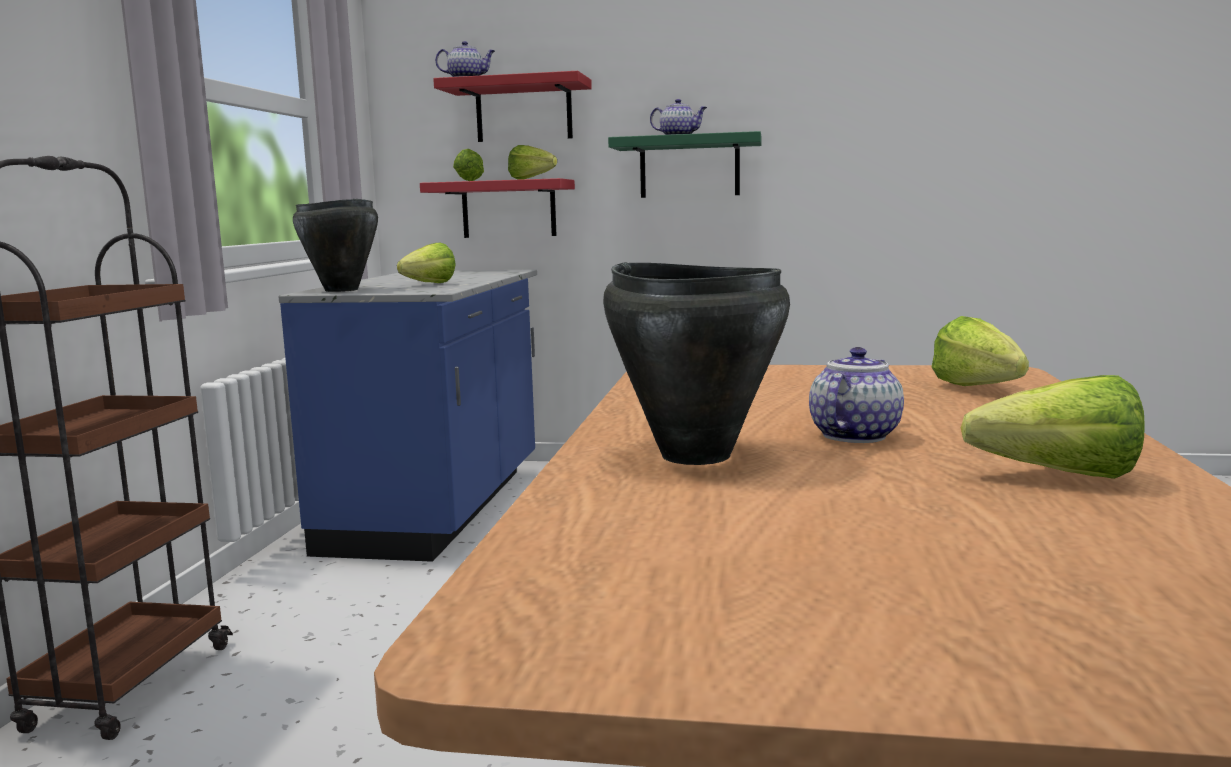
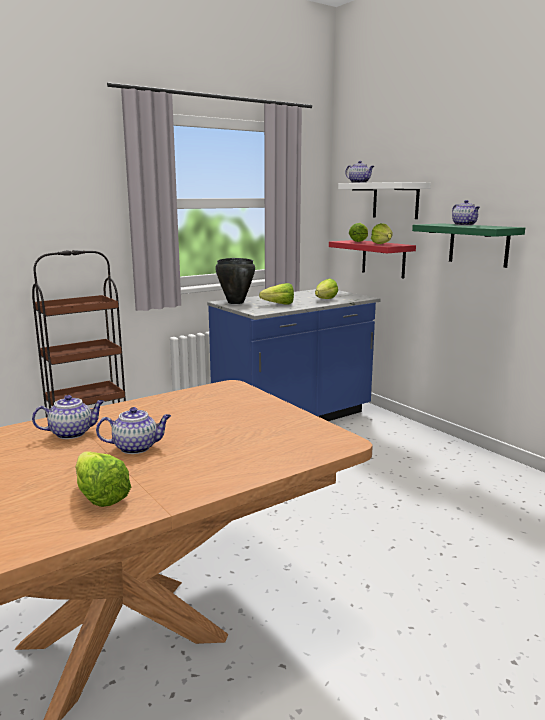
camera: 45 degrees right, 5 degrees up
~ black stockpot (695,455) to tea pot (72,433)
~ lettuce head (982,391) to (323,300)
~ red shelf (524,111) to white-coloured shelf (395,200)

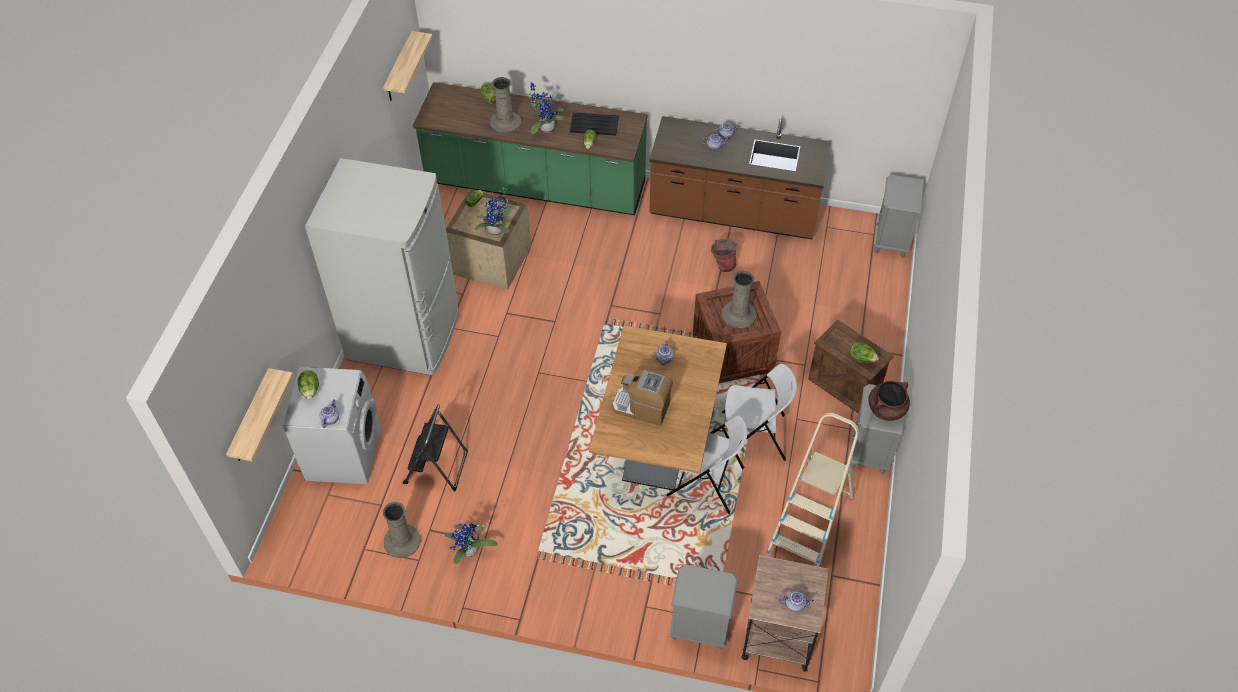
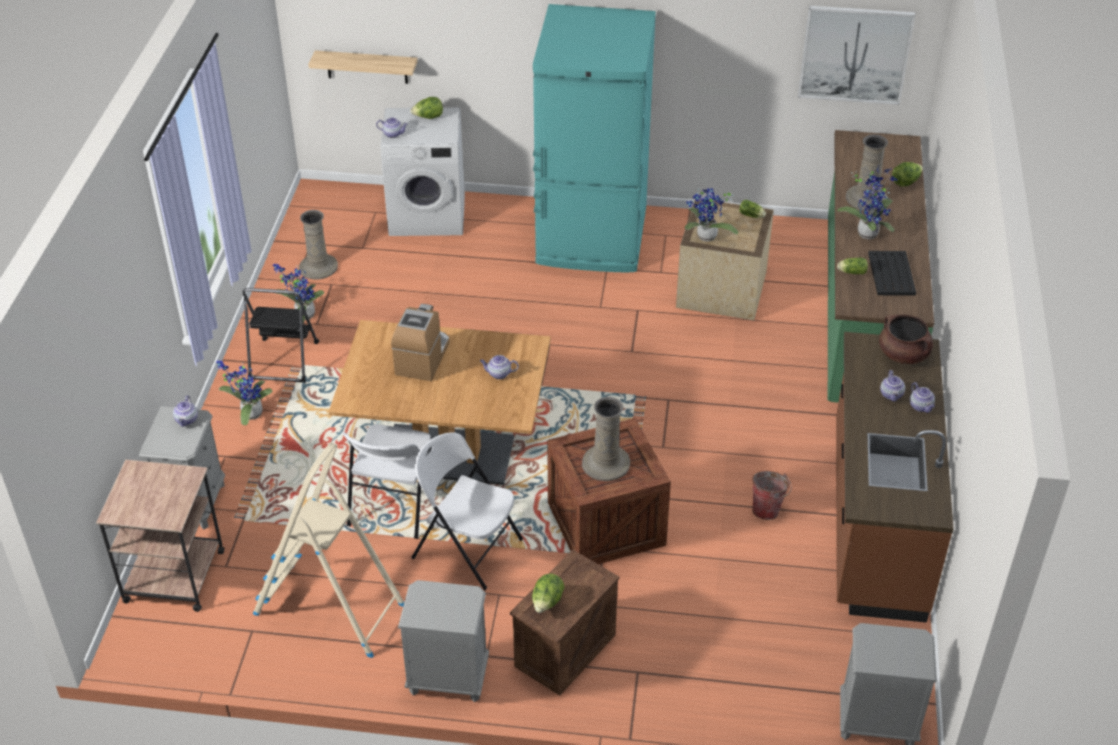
camera: 85 degrees right, 10 degrees down
~ tea pot (795,604) to (187,420)
+ potted plant (249,413)
~ black step ladder (438,467) to (282,362)
~ white-coloured chair (753,436) = (467,548) 120 degrees clockwise
~ white-coloured refrigerator (405,334) to turquoise refrigerator (591,236)
~ shelf (399,68) to wall picture (855,54)
~ brown stockpot (886,409) to (903,355)

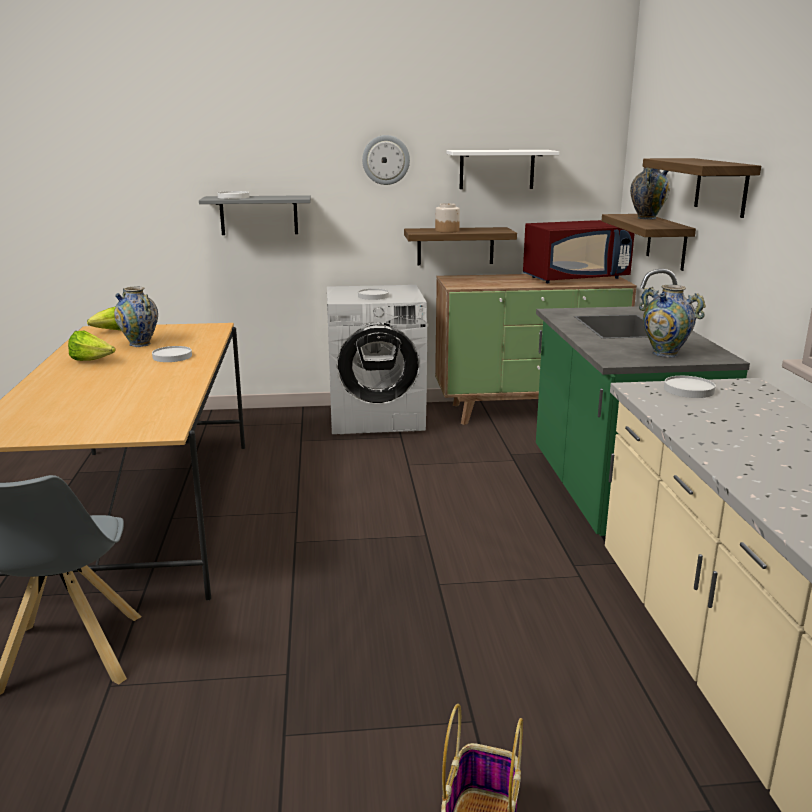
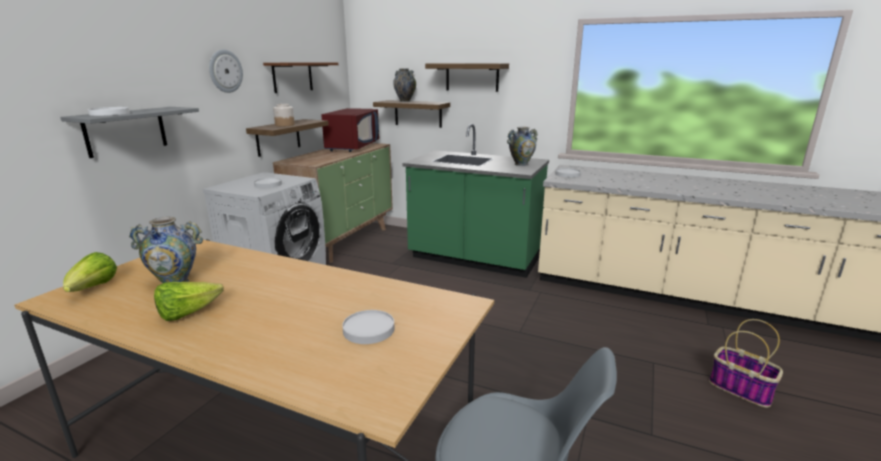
camera: 60 degrees left, 0 degrees up
~ white-coloured shelf (497,169) to brown shelf (292,77)
~ white-coloured plate (172,356) to (368,329)

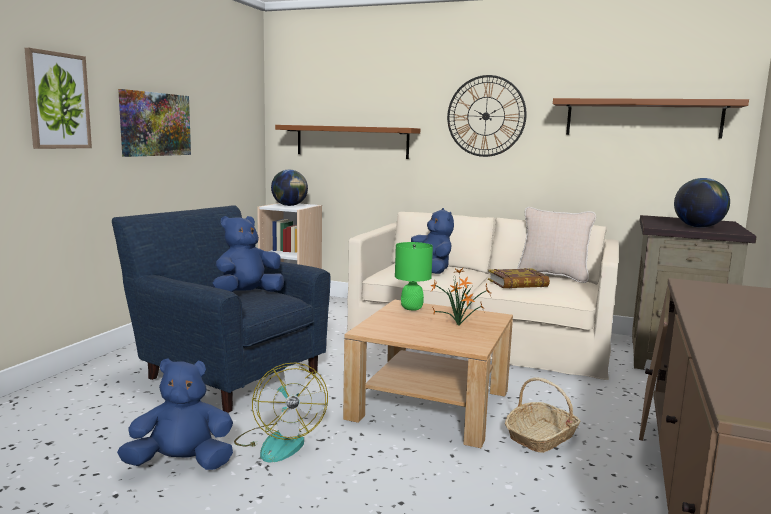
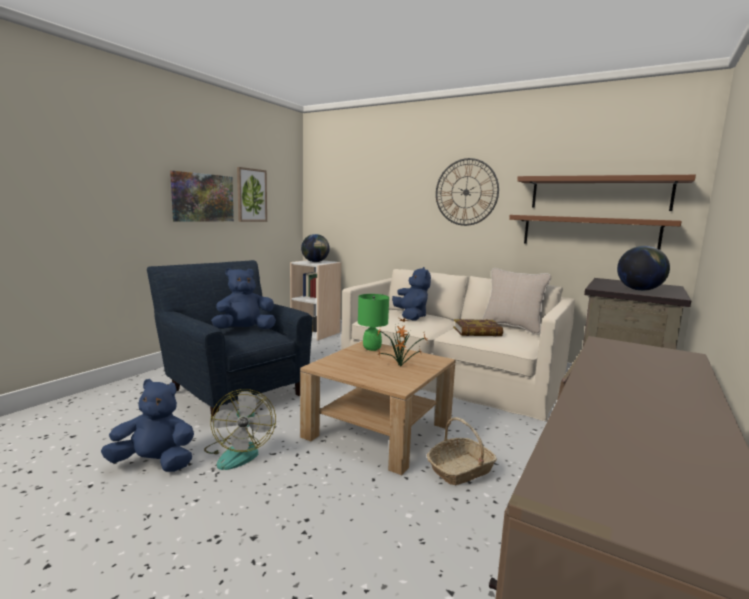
camera: 10 degrees right, 0 degrees up
~ wall picture (58,101) to (251,195)
~ brown shelf (351,141) to (589,232)

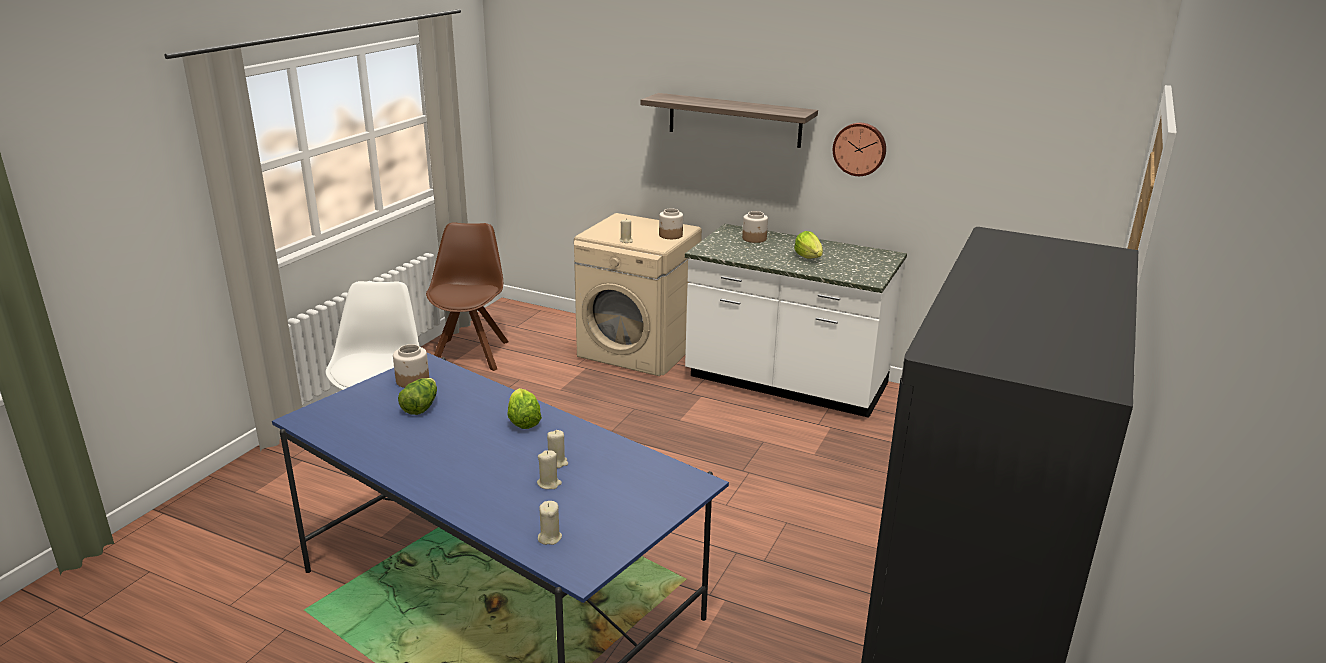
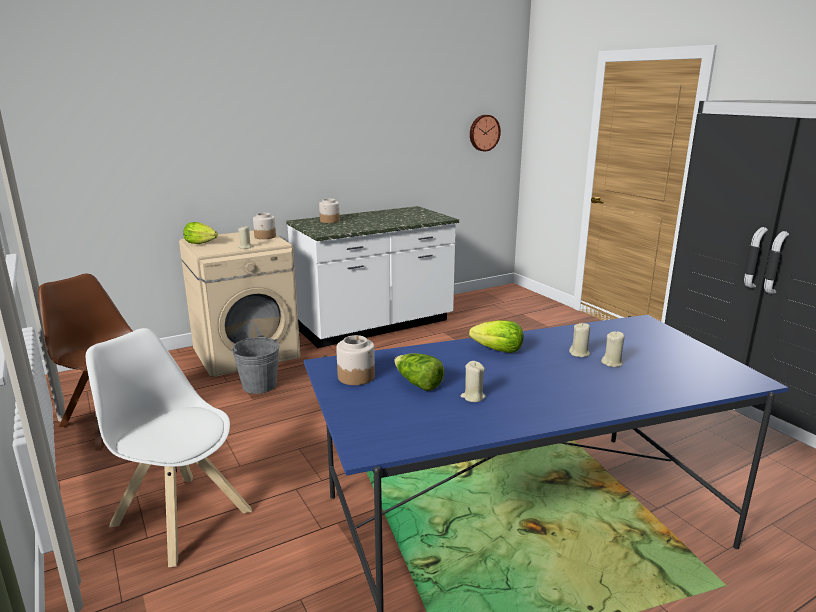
camera: 55 degrees left, 5 degrees down
~ lettuce head (808,257) to (200,243)
+ grey bucket (259,385)
~ sand-coloured wax candle (549,537) to (473,397)
~ hanging clock (860,148) to (483,133)
- shelf (734,120)

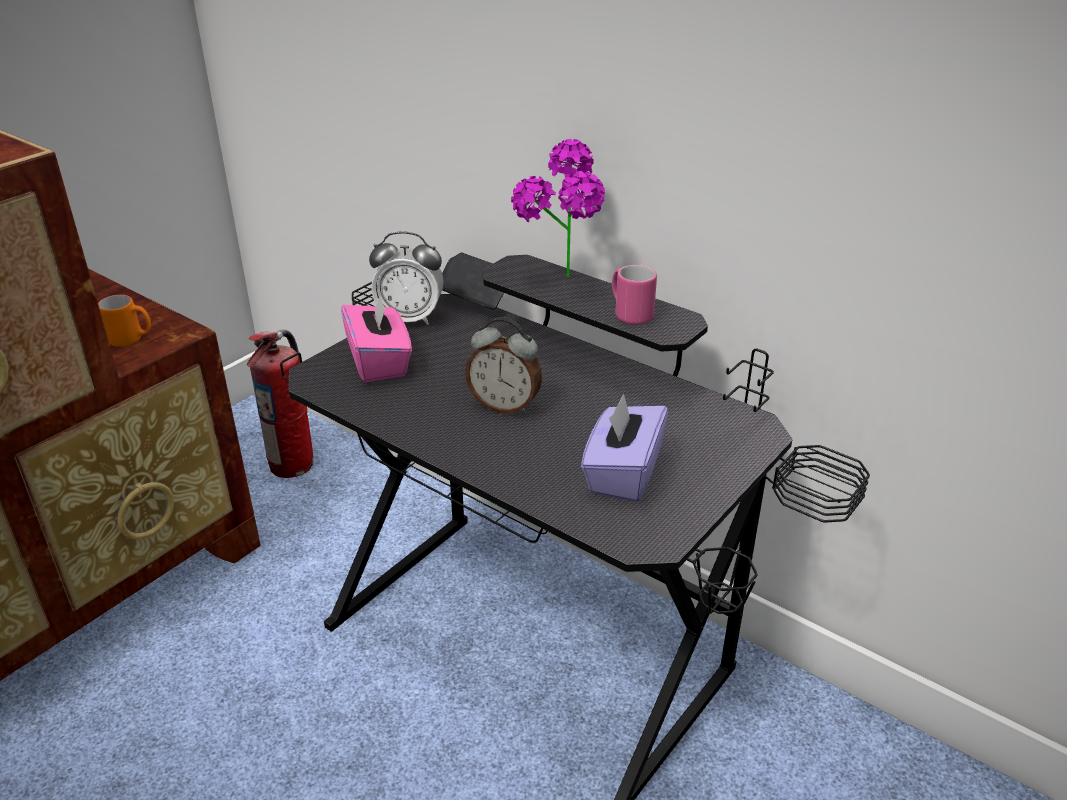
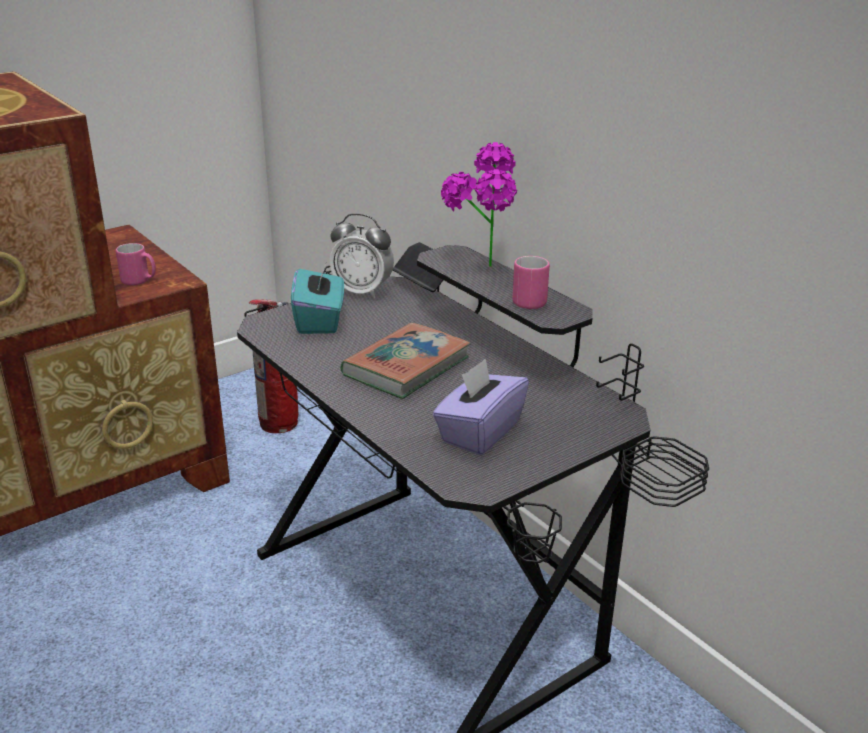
camera: 15 degrees right, 5 degrees down
~ orange coffee mug (131,339) to pink coffee mug (140,281)
~ pink tissue holder (379,362) to turquoise tissue holder (320,320)
~ bedside clock (505,405) to bound book (406,367)

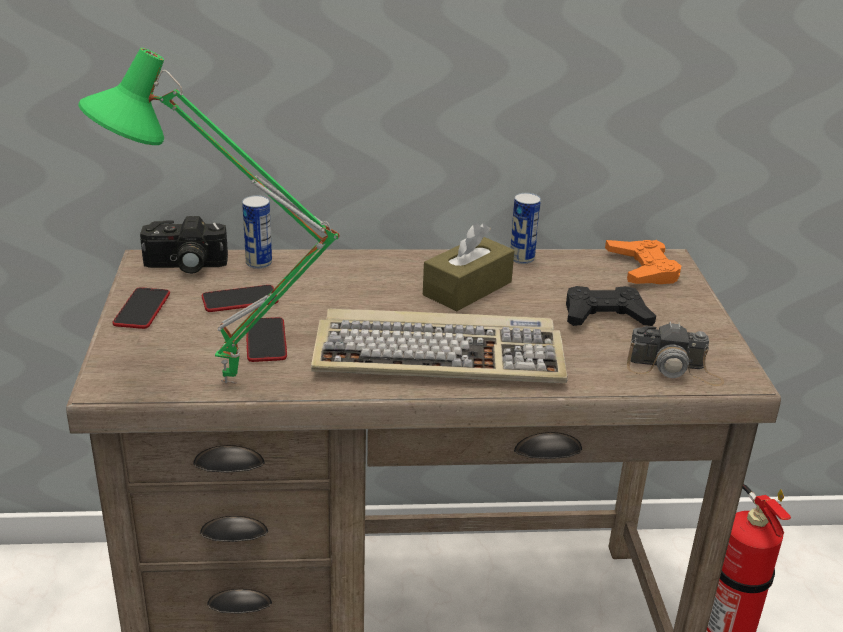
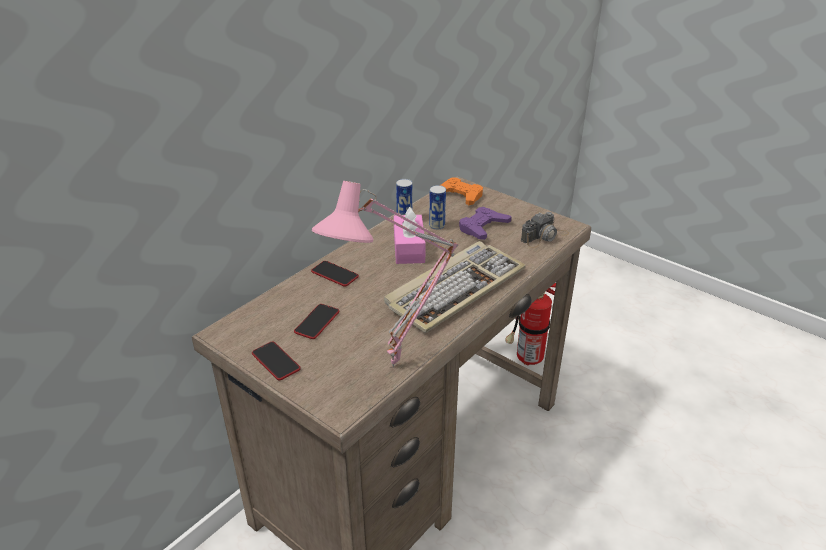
camera: 45 degrees left, 5 degrees up
~ handset (266,341) to (335,274)
~ greenish lamp for a table (226,386) to pink lamp for a table (397,368)
~ brown tissue holder (467,288) to pink tissue holder (409,248)
~ metal can (259,263) to (437,226)
~ black gamepad (605,316) to purple gamepad (483,227)
- still camera (184,266)

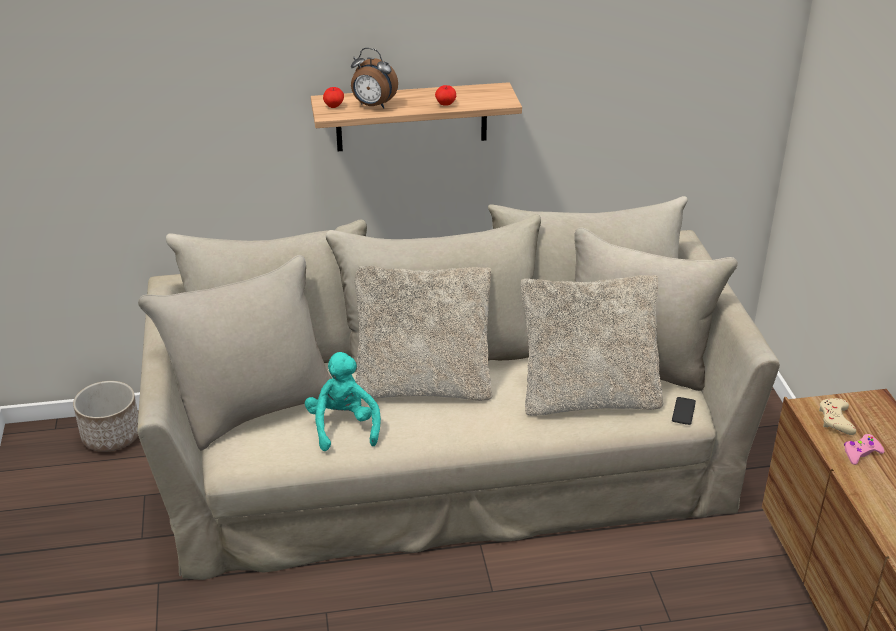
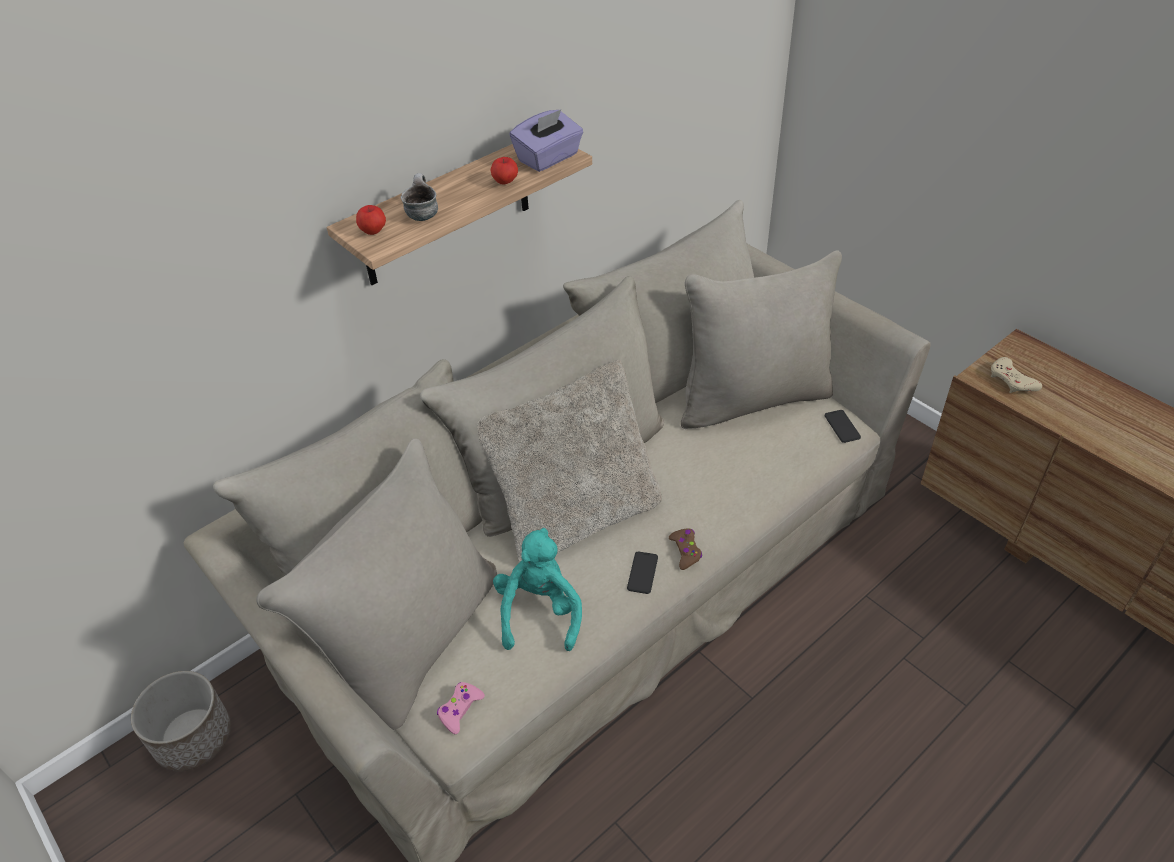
camera: 30 degrees left, 10 degrees up
~ bedside clock (373,106) to coffee mug (421,214)
~ pink gamepad (861,453) to (460,710)
~ turquoise cuddly toy (343,426) = (540,612) 45 degrees clockwise
+ purple tissue holder (548,158)
+ handset (642,573)
+ brown gamepad (685,551)
- sand-coloured cushion (589,394)

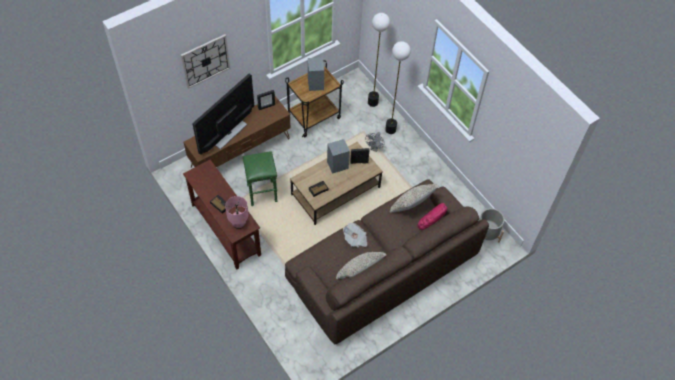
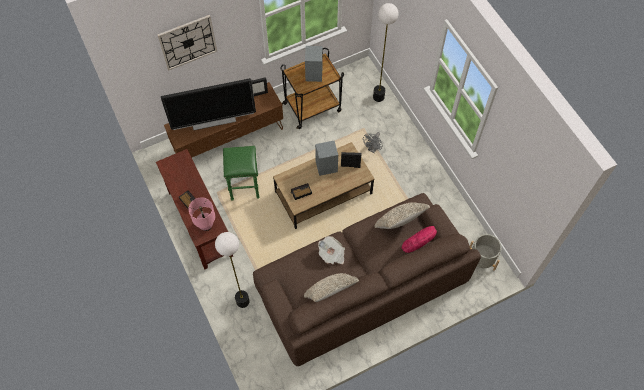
camera: 10 degrees right, 5 degrees up
~ television (229,133) = (213,120) 150 degrees counterclockwise
~ standing lamp (390,129) to (243,301)

